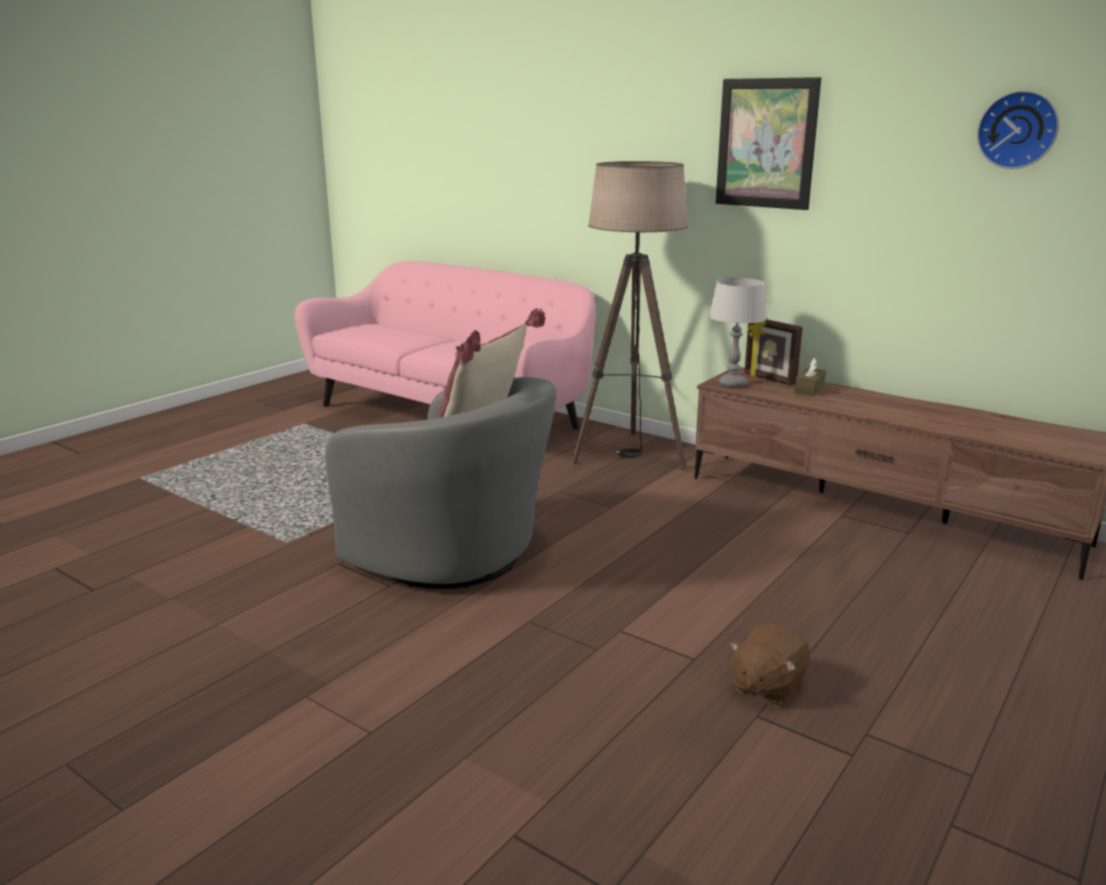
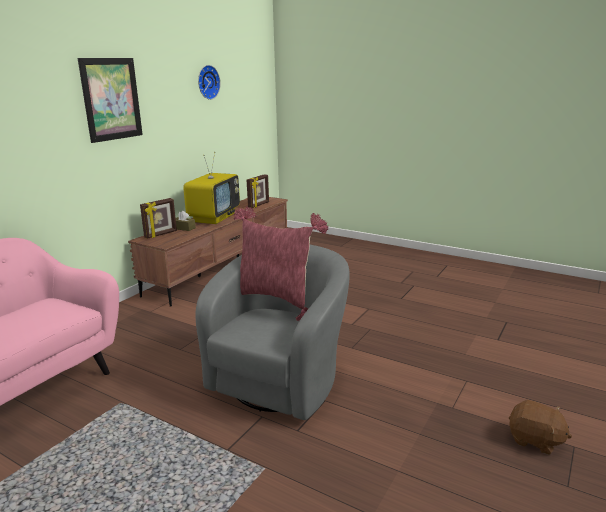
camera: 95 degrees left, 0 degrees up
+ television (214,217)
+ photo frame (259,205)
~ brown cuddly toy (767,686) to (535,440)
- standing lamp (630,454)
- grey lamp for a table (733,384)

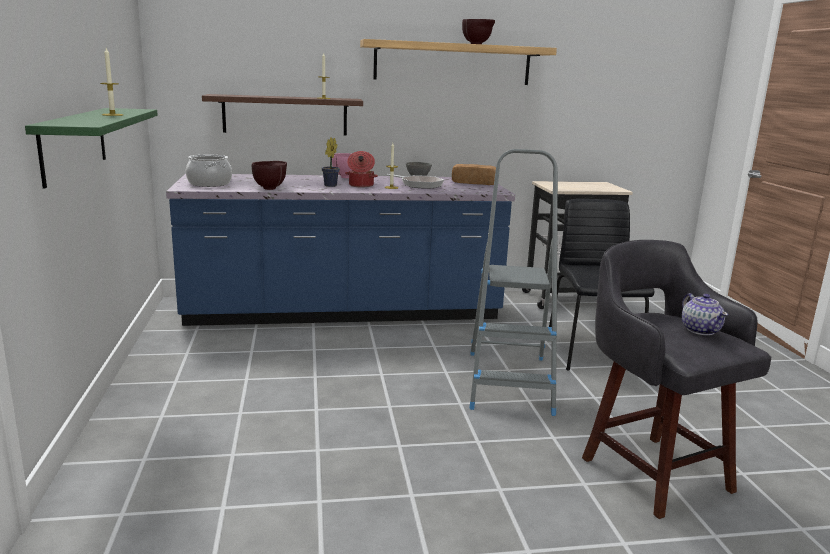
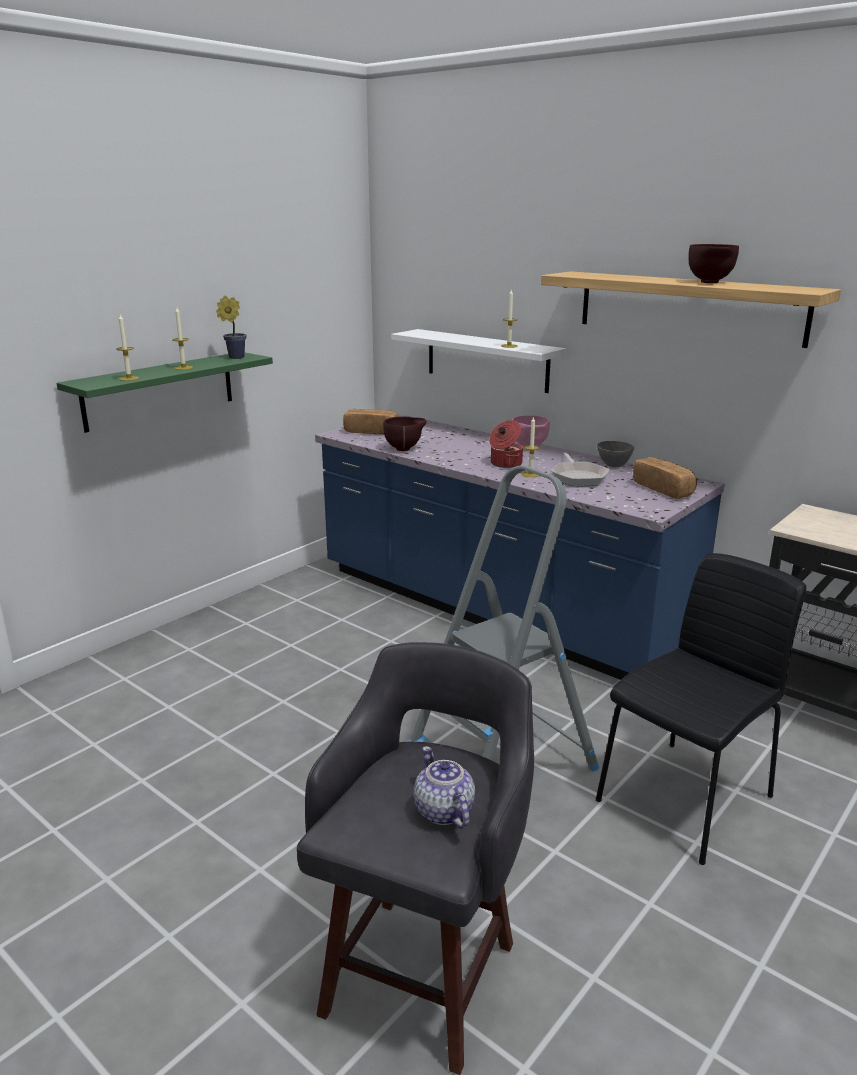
camera: 50 degrees right, 5 degrees up
+ wax candle (129,378)
~ potted plant (329,186) to (234,357)
~ stockpot (210,184) to baked bread (371,432)
~ brown shelf (285,115) to white-coloured shelf (486,360)
~ tea pot (700,330) = (443,812) 120 degrees clockwise

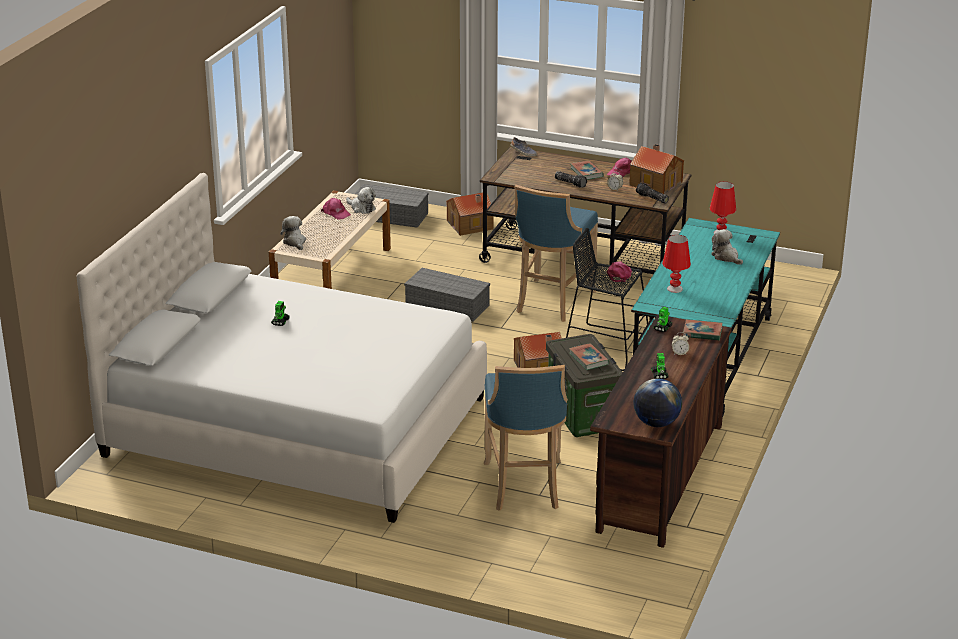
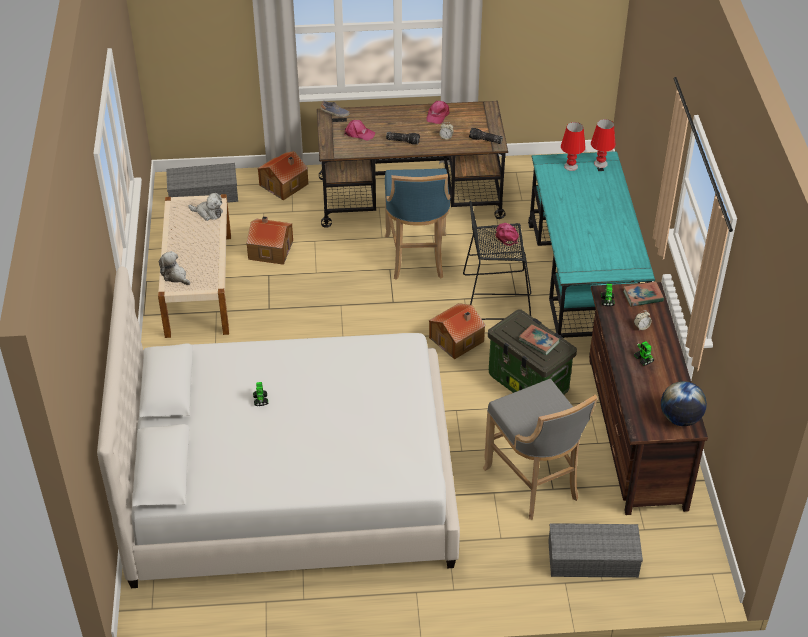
camera: 25 degrees left, 15 degrees up
~ miniature house (655,183) to (270,249)
~ pink peaked cap (336,213) to (359,133)
~ blue stool seat (524,487) to grey stool seat (535,484)
~ grey storage container (448,305) to (594,558)
~ red lamp for a table (674,289) to (600,163)
- bound book (586,172)
- cuddly toy (726,257)

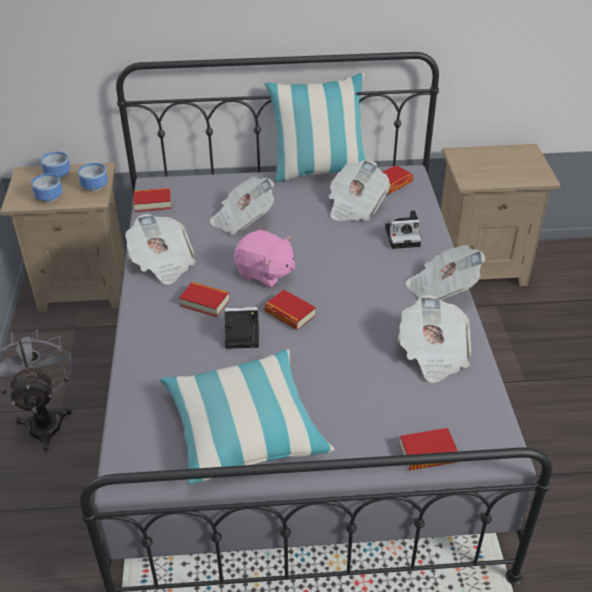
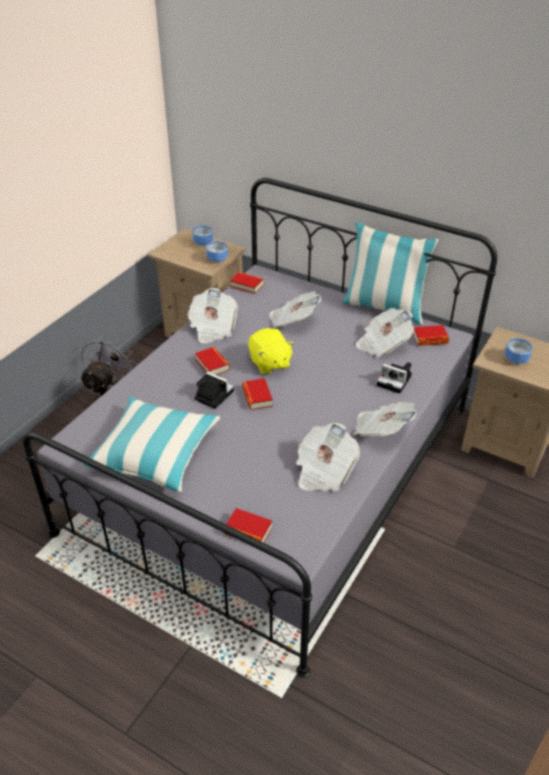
camera: 35 degrees right, 0 degrees up
~ pink cuddly toy (265,273) to yellowish cuddly toy (269,363)
~ deep dish (50,197) to (517,359)

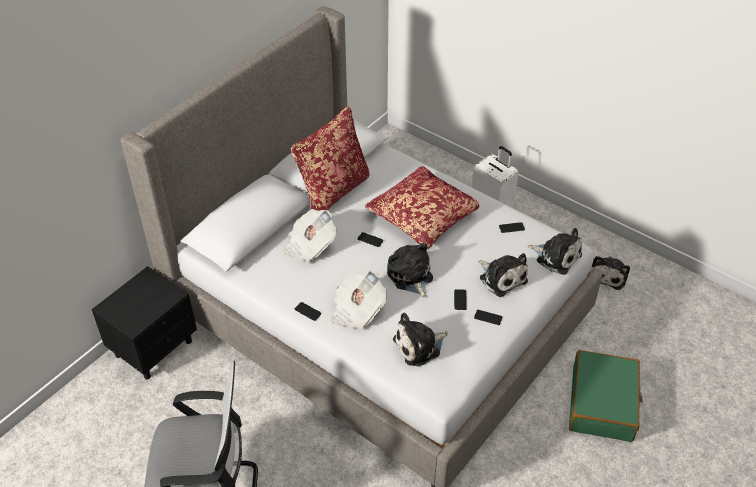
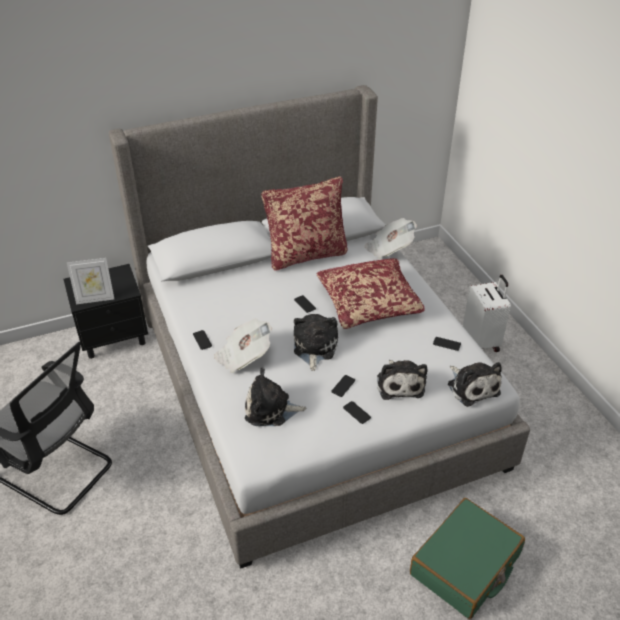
camera: 30 degrees right, 5 degrees down
+ photo frame (95,299)
~ printed paper (309,246) to (389,249)
- cuddly toy (608,275)

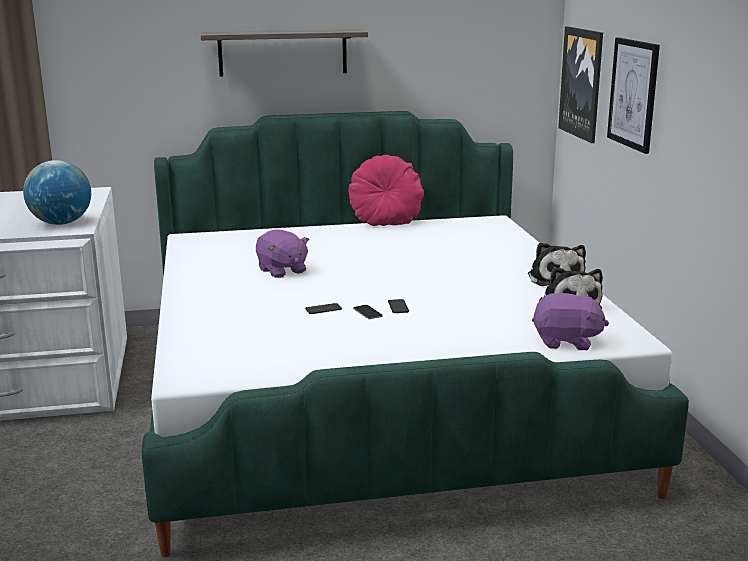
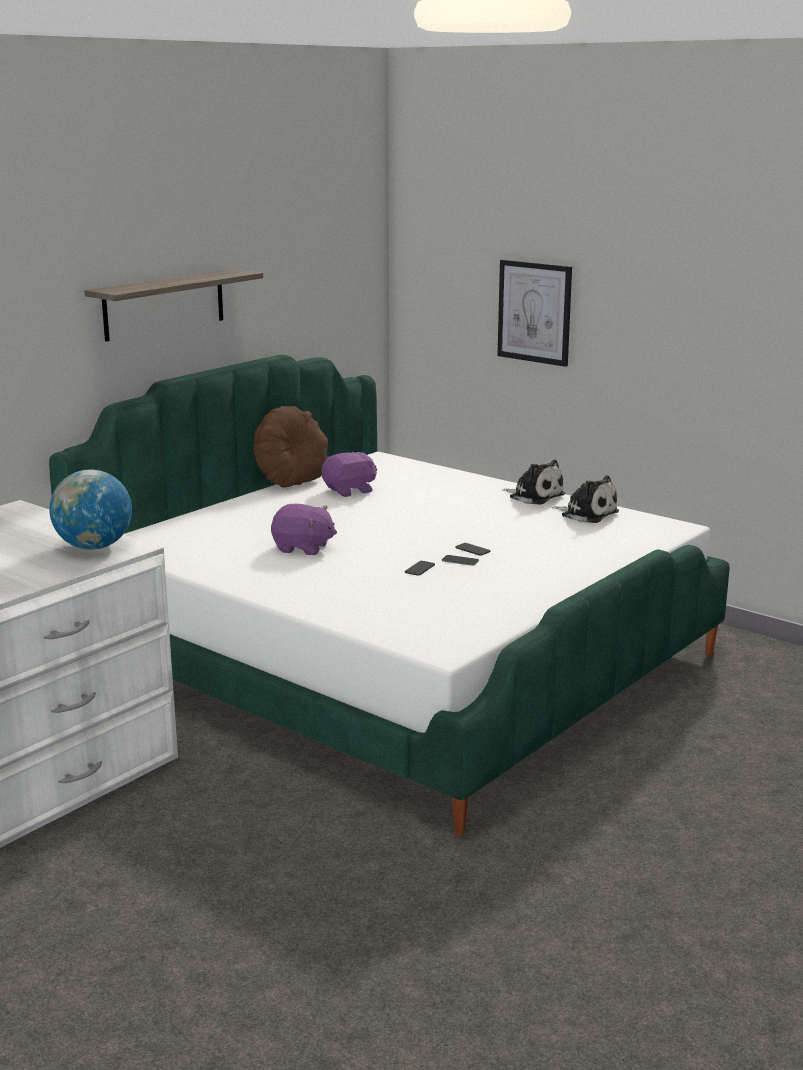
camera: 40 degrees left, 0 degrees up
~ pink cushion (386,223) to brown cushion (291,483)
~ purple cuddly toy (566,342) to (350,491)
- wall picture (582,83)

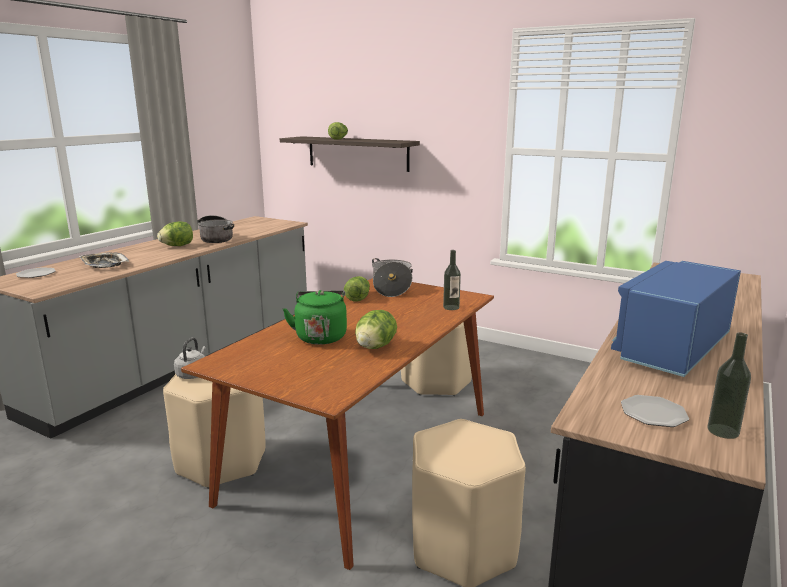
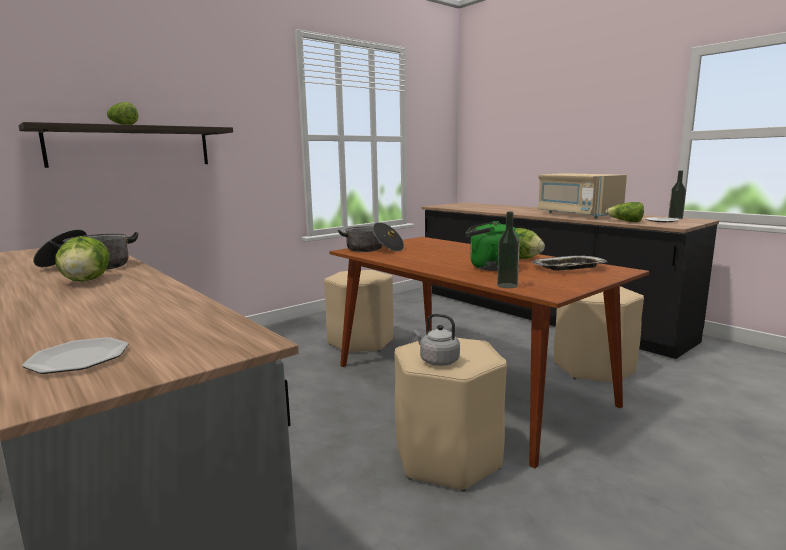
camera: 70 degrees left, 5 degrees down
~ beverage bottle (451,307) to (507,285)
~ tray (104,264) to (568,268)
~ blue microwave oven (671,348) to sand-coloured microwave oven (576,214)
~ lettuce head (357,297) to (625,221)

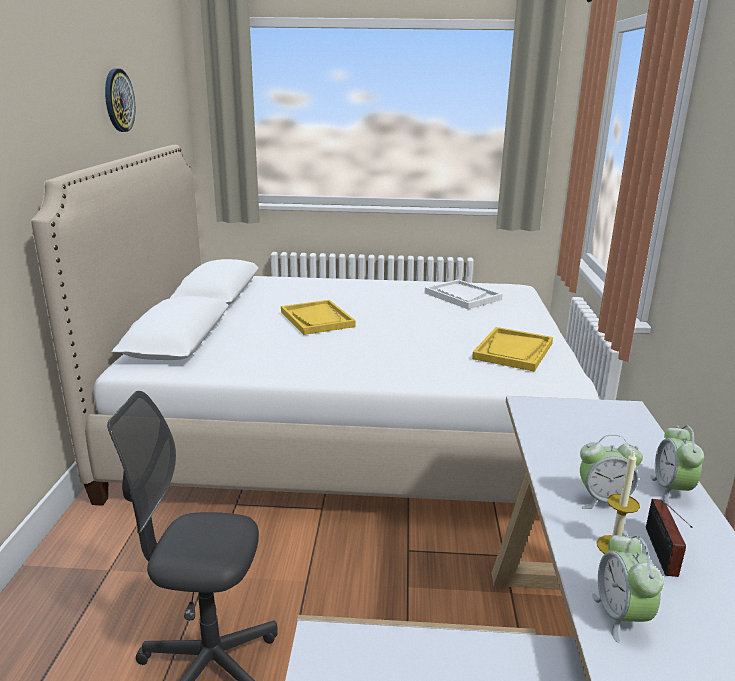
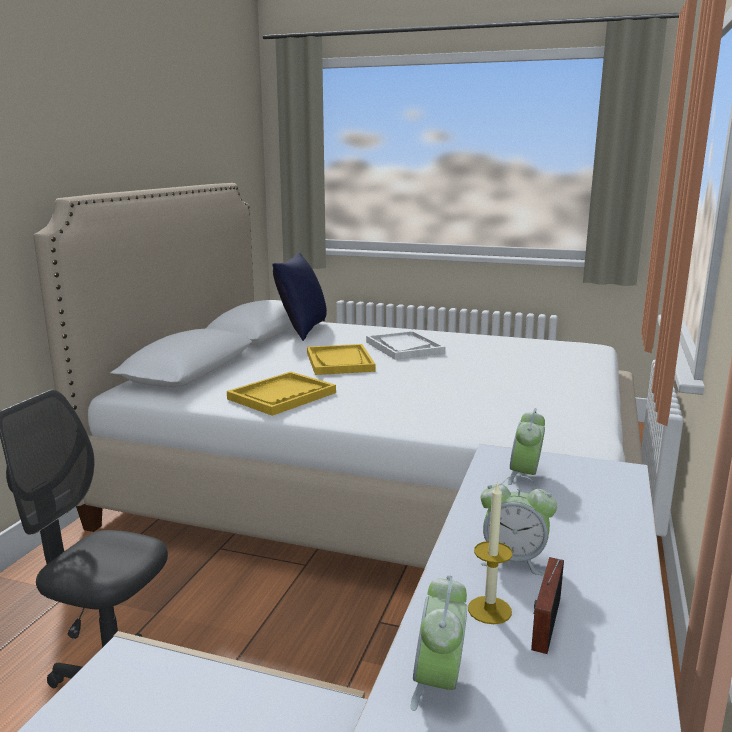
camera: 15 degrees right, 5 degrees down
~ yellowish tray (513,351) to (282,396)
+ blue cushion (301,330)
~ white-coloured tray (462,296) to (404,347)
~ bedside clock (671,490) to (525,476)
- hanging clock (118,100)

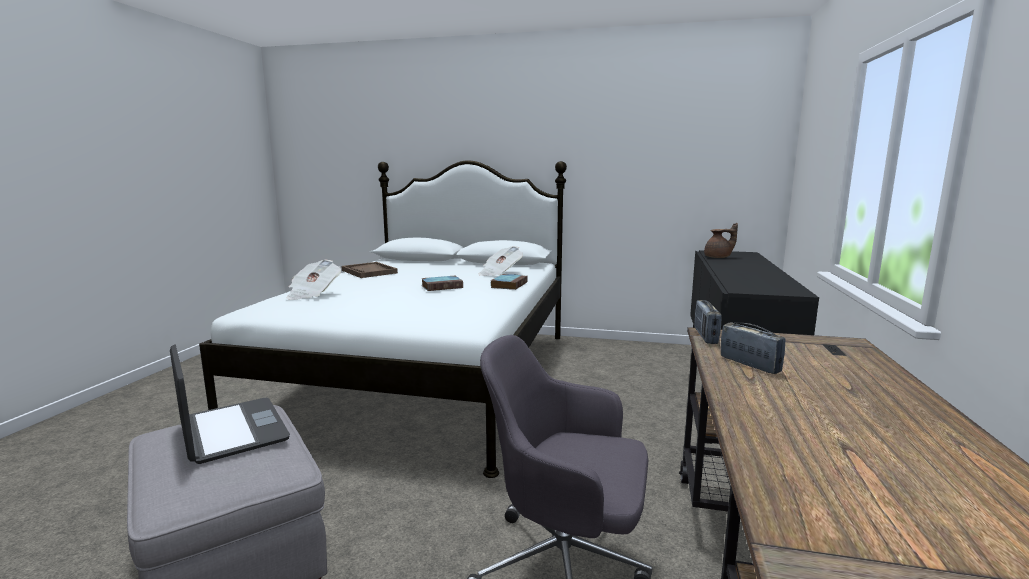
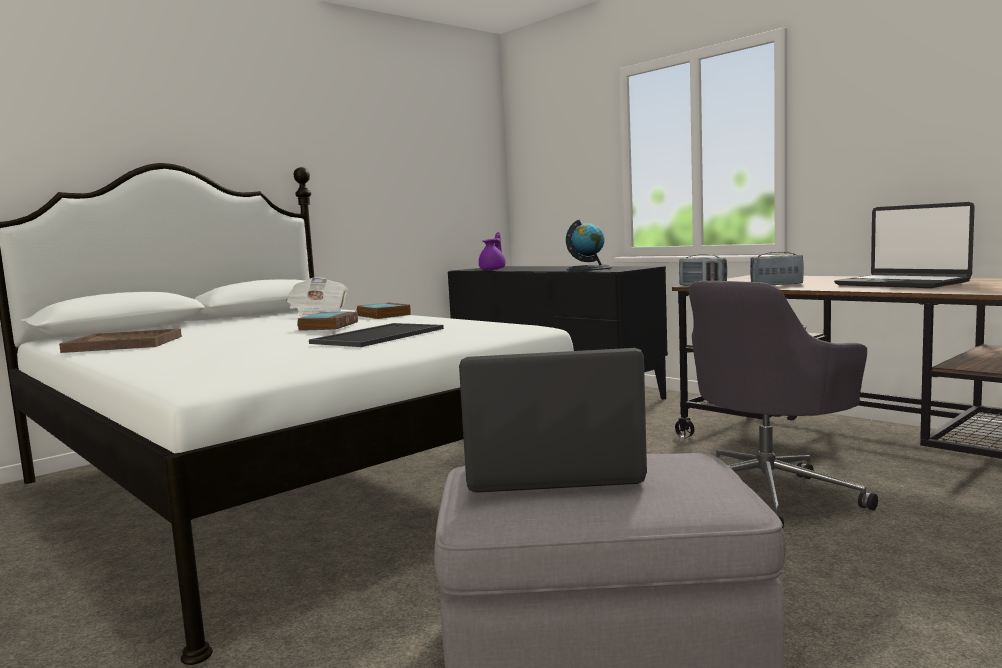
camera: 55 degrees left, 5 degrees down
+ tray (378,335)
~ brown tea pot (718,257) to purple tea pot (493,269)
+ world globe (589,269)
+ laptop (902,283)
- printed paper (313,294)

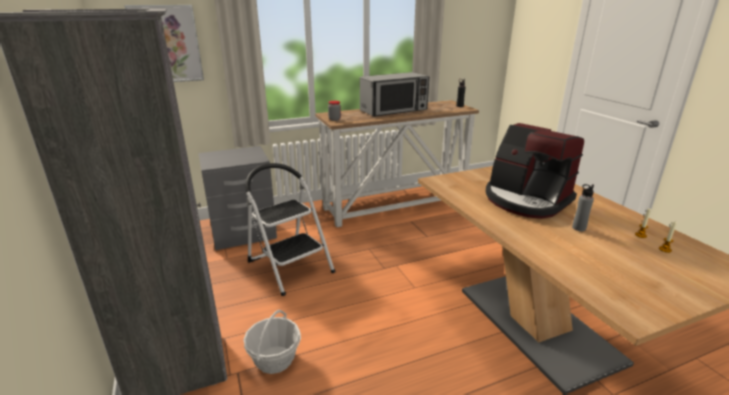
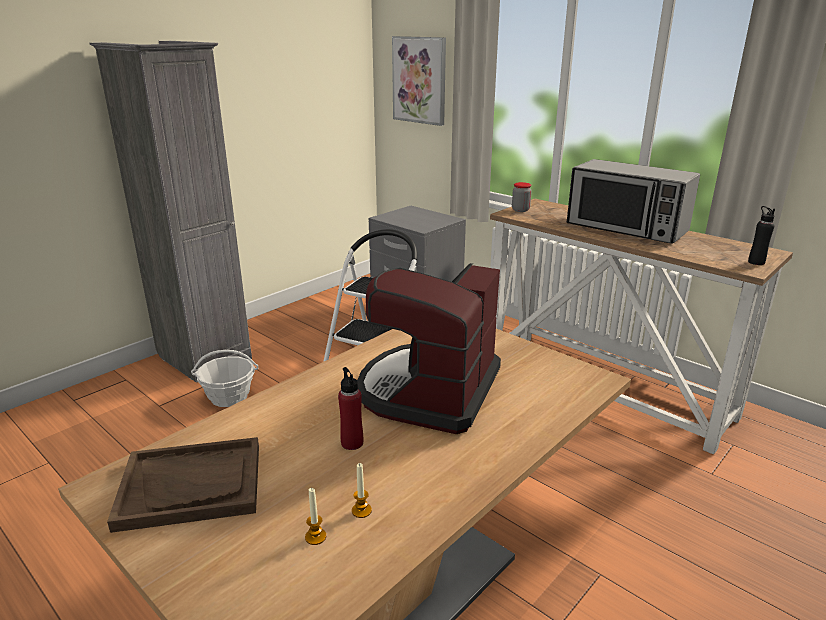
camera: 65 degrees right, 0 degrees up
+ brown tray (191,485)
~ grey beverage bottle (578,228) to red beverage bottle (352,443)

